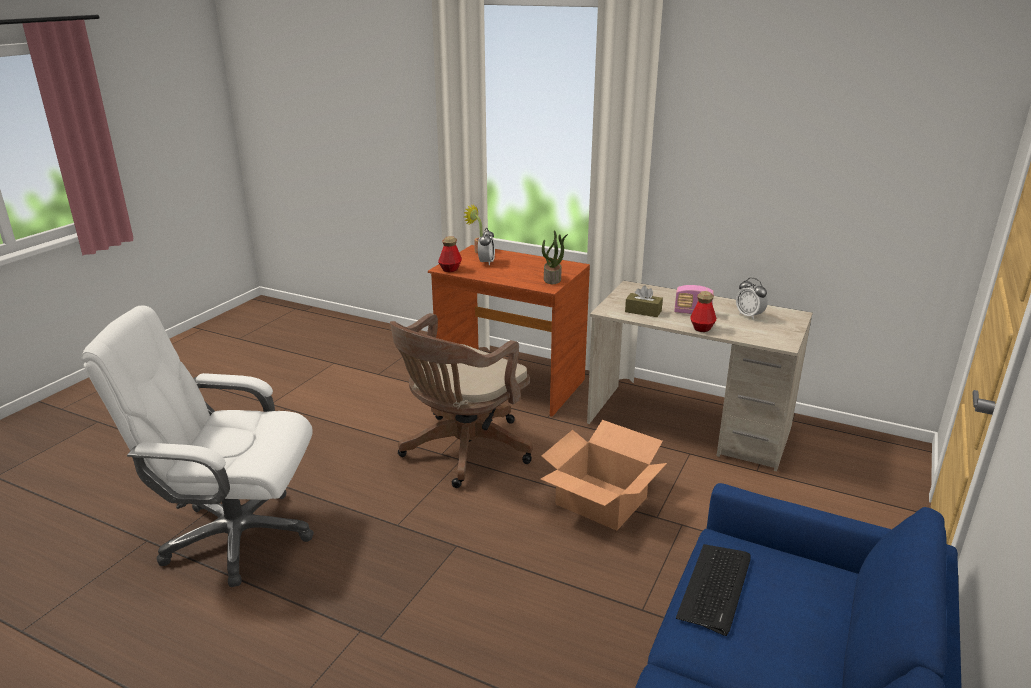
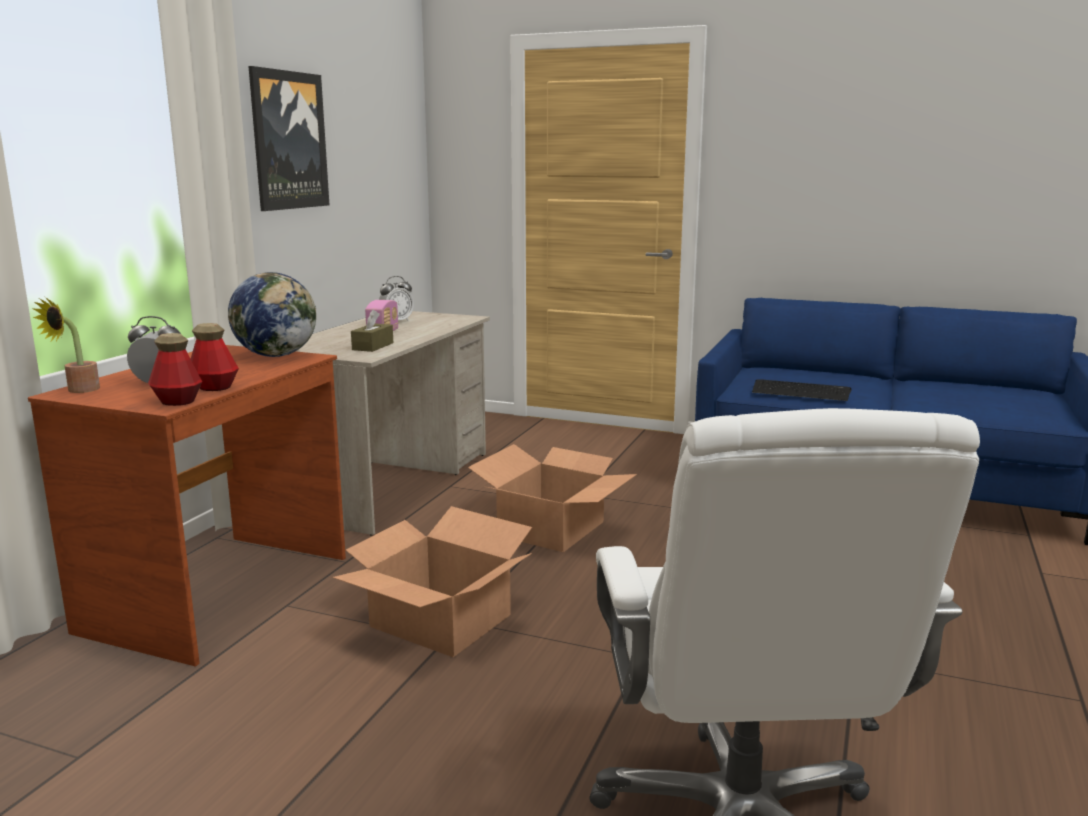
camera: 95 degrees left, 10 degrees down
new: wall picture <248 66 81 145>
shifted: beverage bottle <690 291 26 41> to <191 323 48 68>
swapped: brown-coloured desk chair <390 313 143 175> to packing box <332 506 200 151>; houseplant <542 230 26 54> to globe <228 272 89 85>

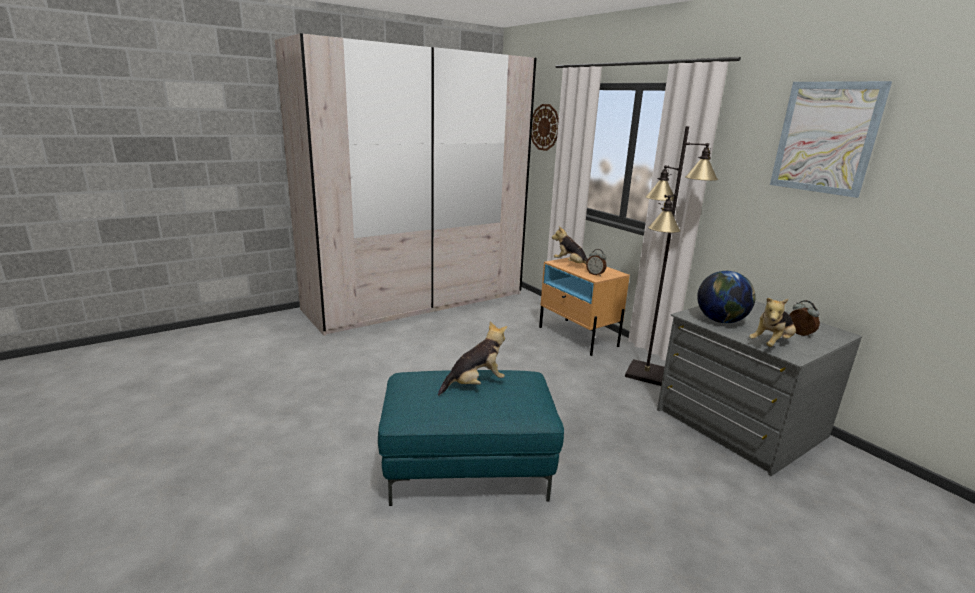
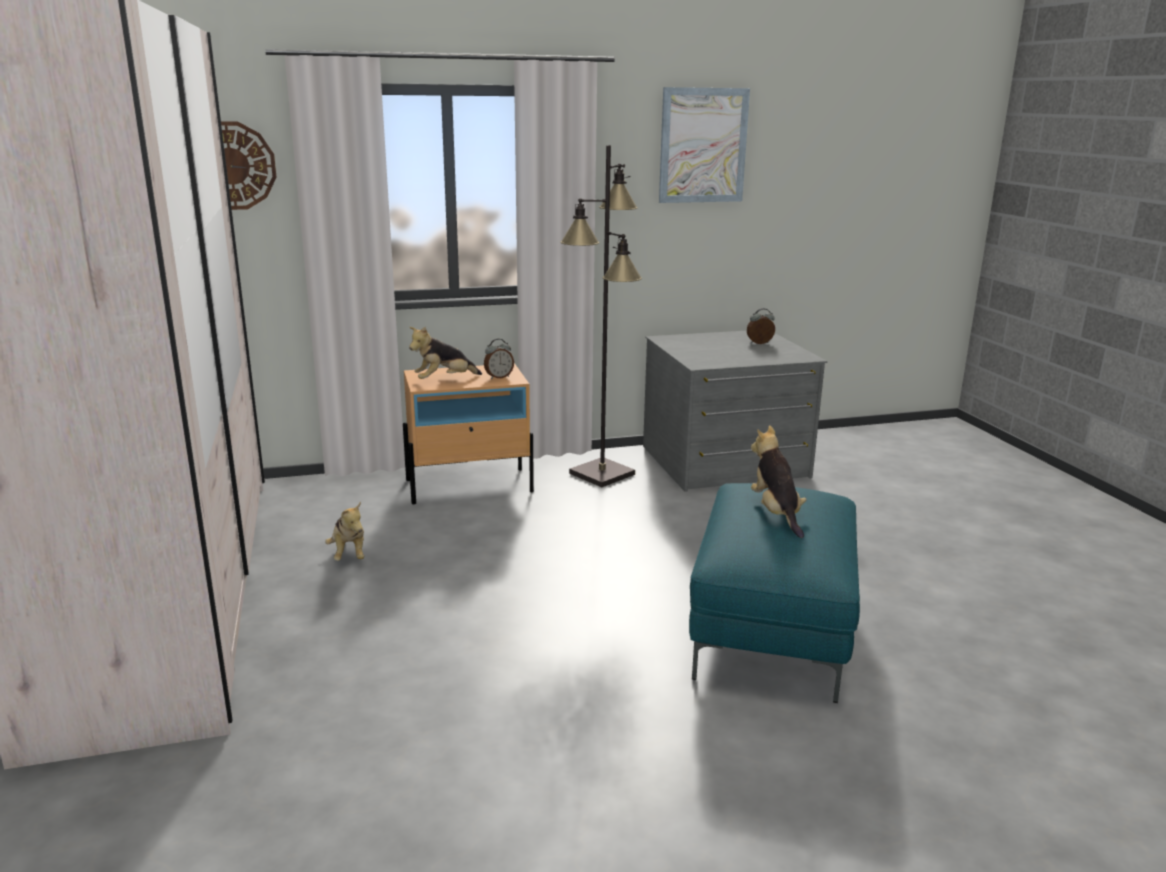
camera: 70 degrees left, 0 degrees up
gone: globe <697 271 59 52>
shifted: plush toy <749 298 47 49> to <325 501 39 60>

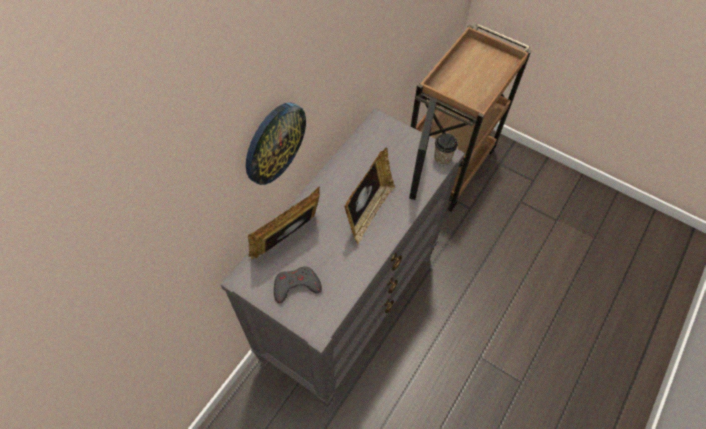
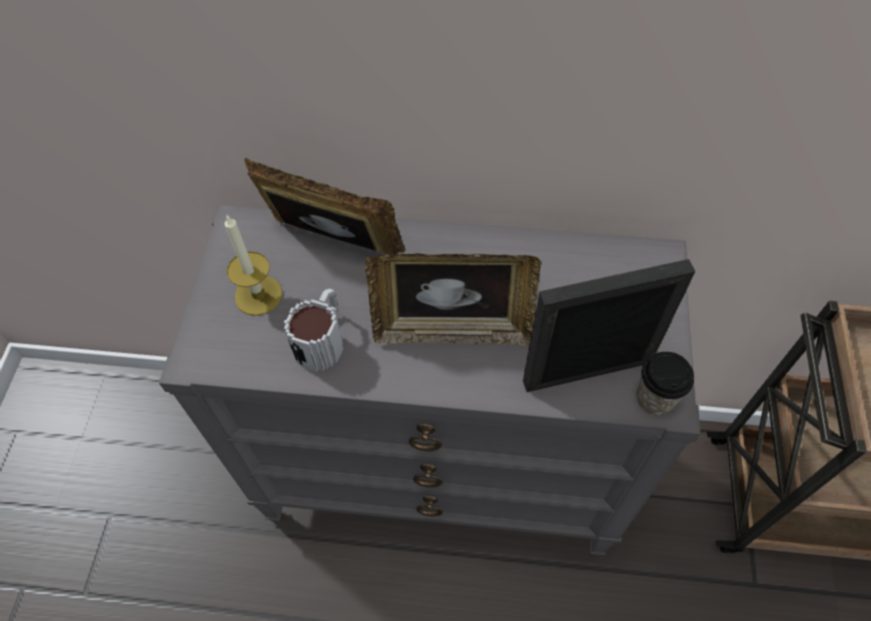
camera: 65 degrees right, 0 degrees up
gone: clock on the wall <246 102 60 83>
new: tea mug <284 289 59 83>
swapped: grey game controller <274 266 48 37> to wax light <225 215 57 101>

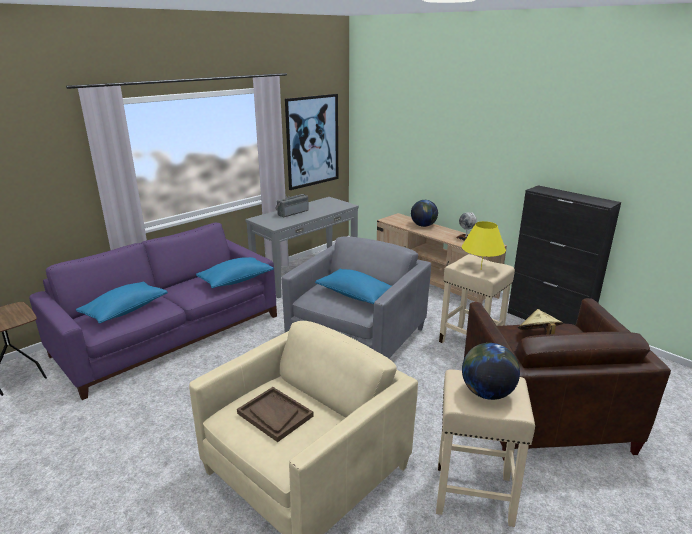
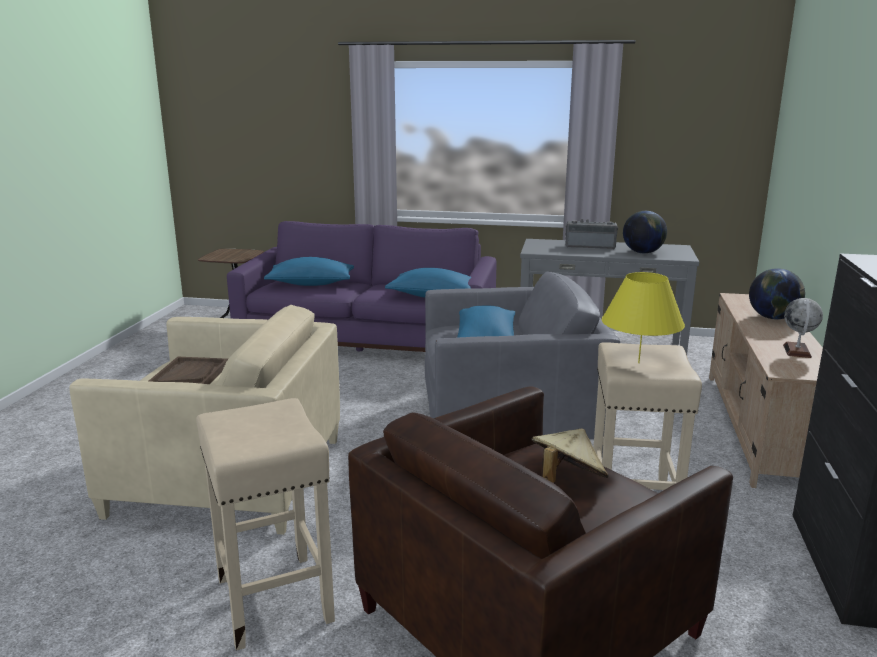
camera: 55 degrees right, 5 degrees down
gone: wall picture <285 94 53 96>
shifted: globe <462 343 58 57> to <623 211 44 42>

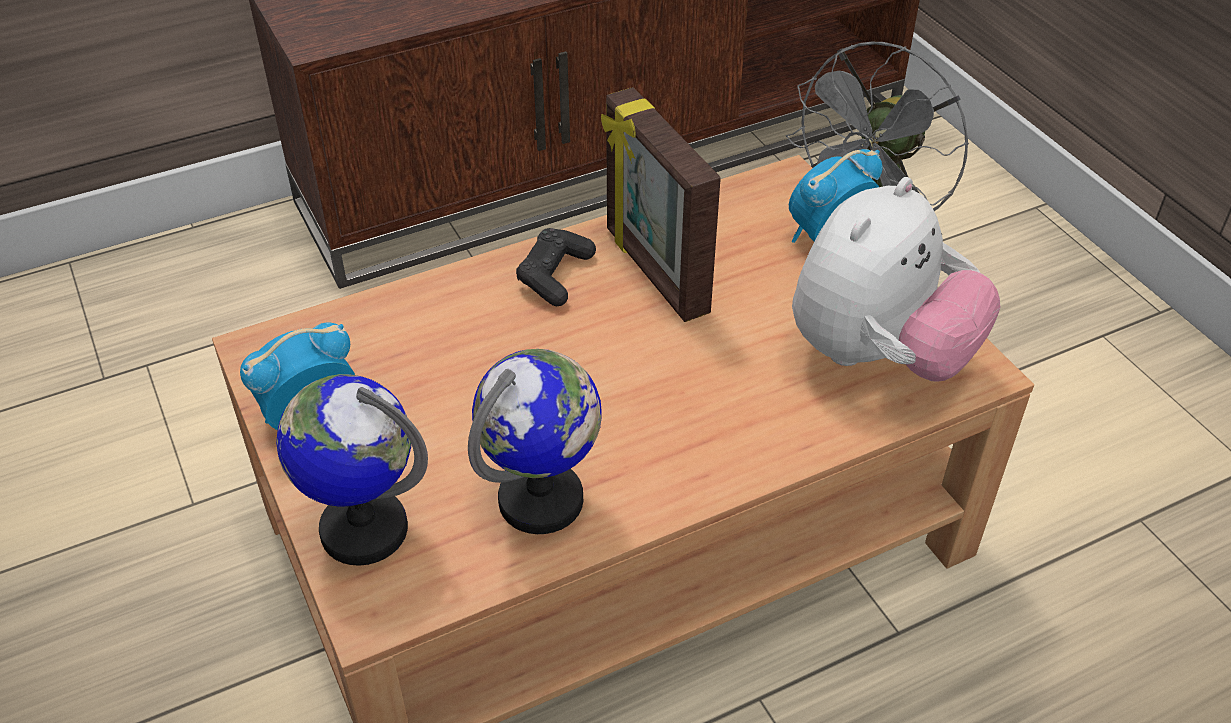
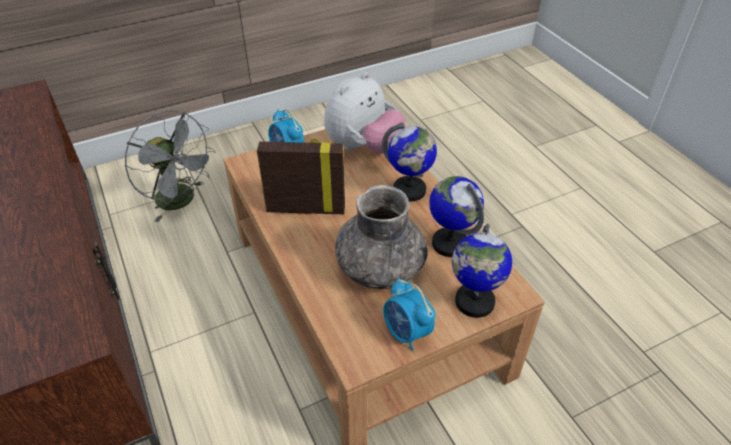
camera: 90 degrees left, 0 degrees up
gone: blackish game controller <516 228 80 78>
new: grey decorative vase <335 185 93 104>; globe <382 122 55 80>
rotated: standing frame <601 87 120 235> = <257 138 88 76> 150 degrees counterclockwise; plush toy <792 177 208 204> = <324 72 82 82> 90 degrees clockwise

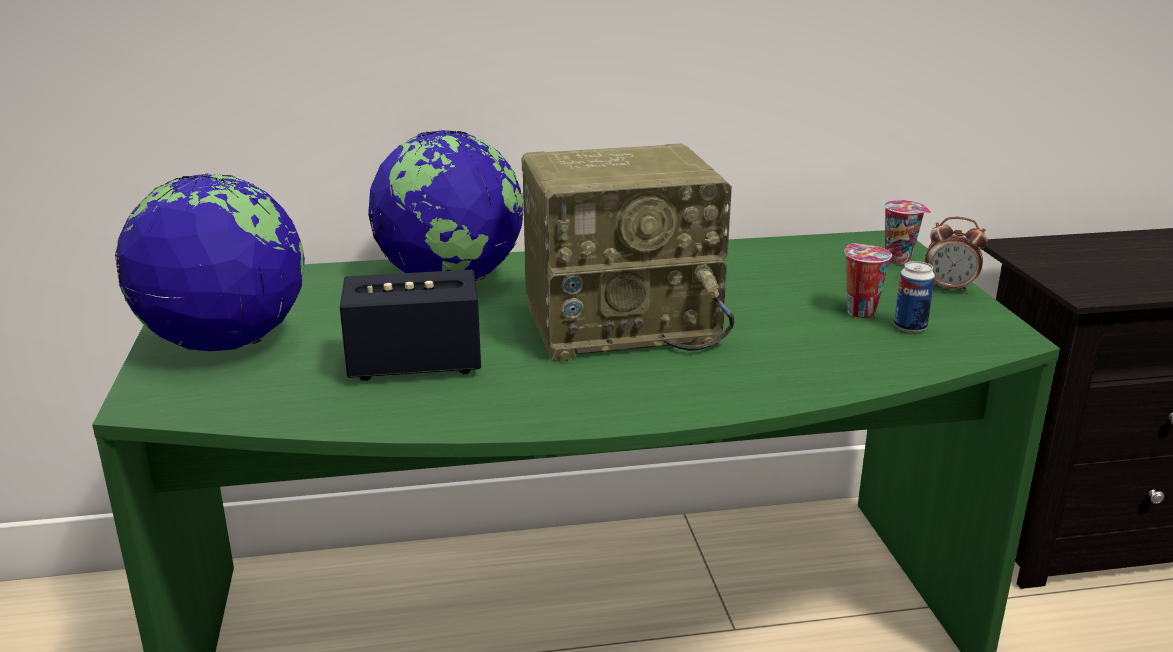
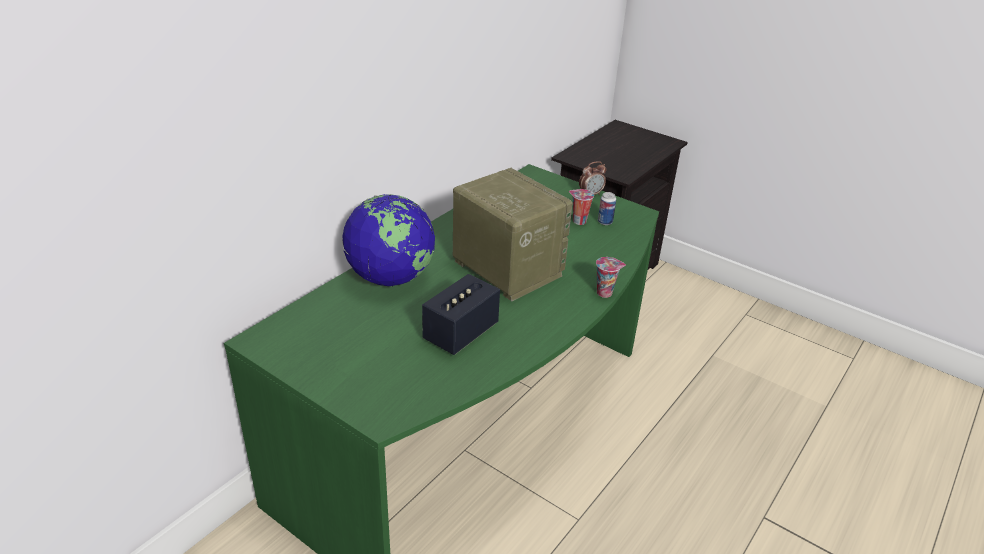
camera: 45 degrees left, 10 degrees up
gone: globe <115 173 190 178>
shifted: small cup <884 200 47 65> to <596 257 30 41>
rotated: radio <522 144 212 217> = <453 168 119 133> 75 degrees counterclockwise

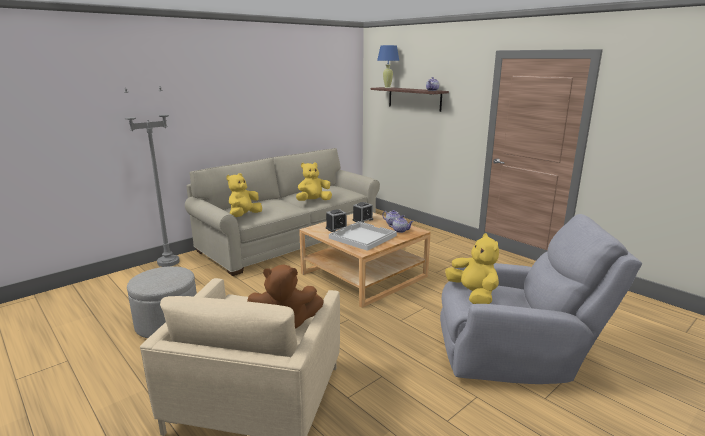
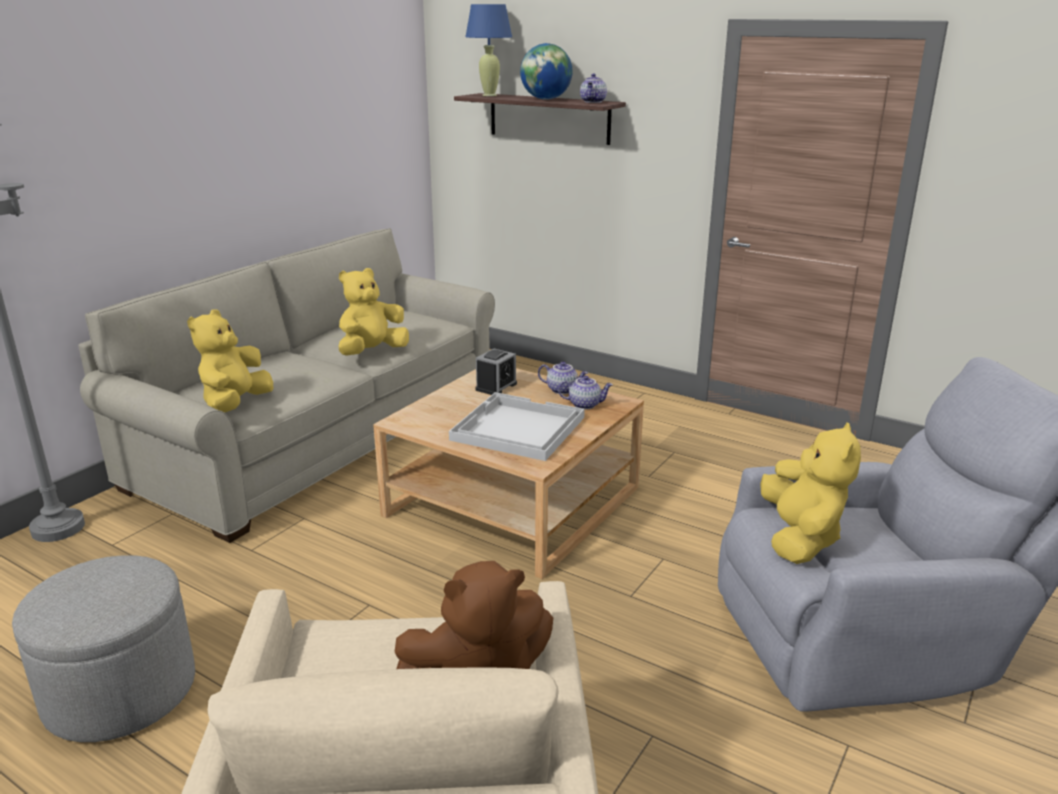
camera: 15 degrees left, 5 degrees up
gone: table clock <326 209 21 23>
new: globe <520 43 53 57>
rotated: yellowish plush toy <445 233 54 71> = <760 422 101 142> 45 degrees clockwise

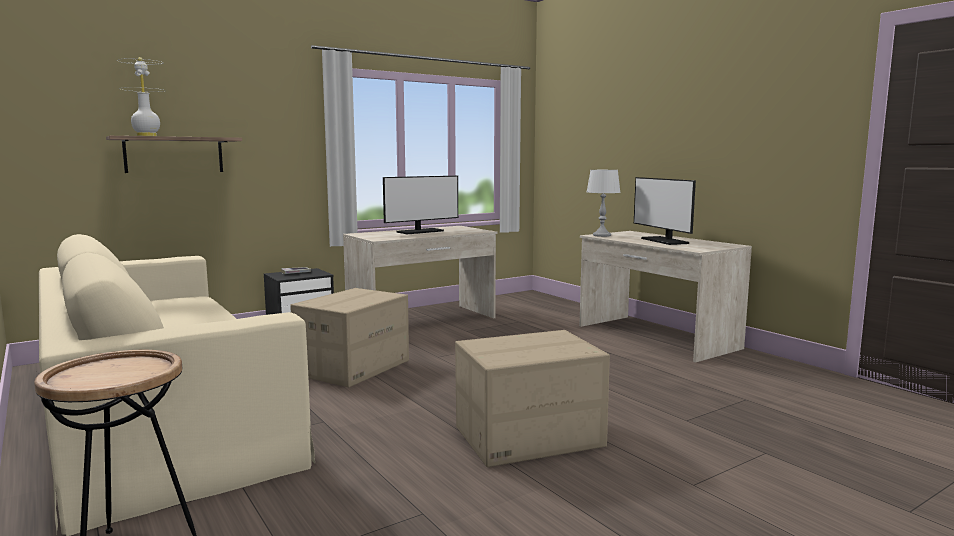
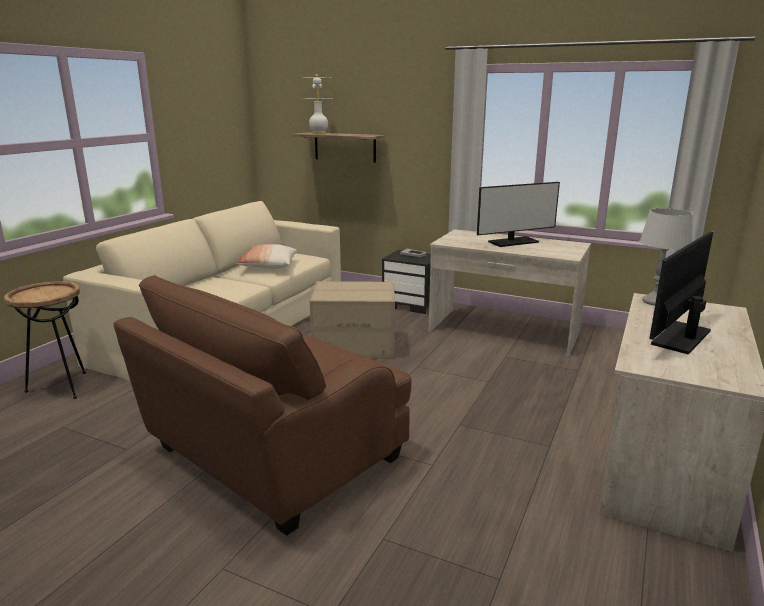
camera: 60 degrees right, 10 degrees up
new: cushion <235 244 62 25>
swapped: packing box <455 330 155 137> to brown-coloured armchair <113 275 299 261>
rotated: computer display <383 176 75 58> = <477 182 83 65> 45 degrees counterclockwise

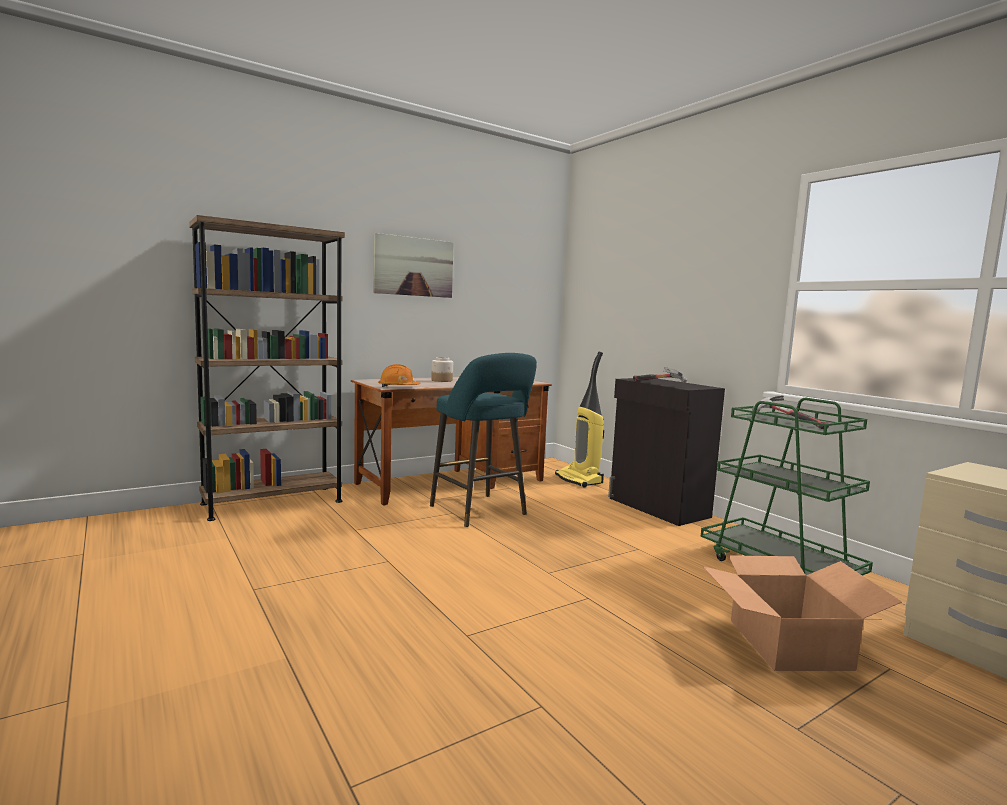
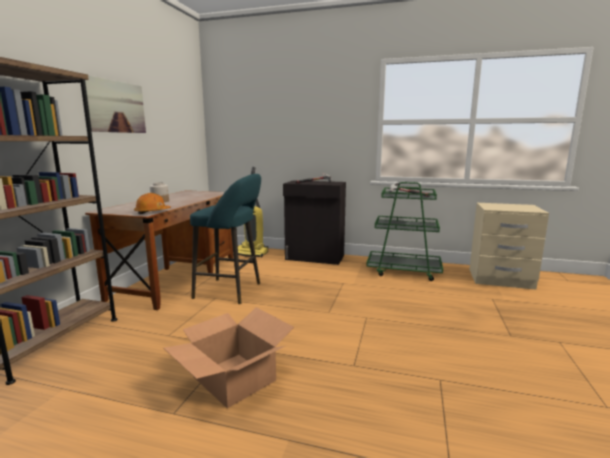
camera: 40 degrees left, 5 degrees up
shifted: packing box <702 555 200 116> to <164 307 130 101>

